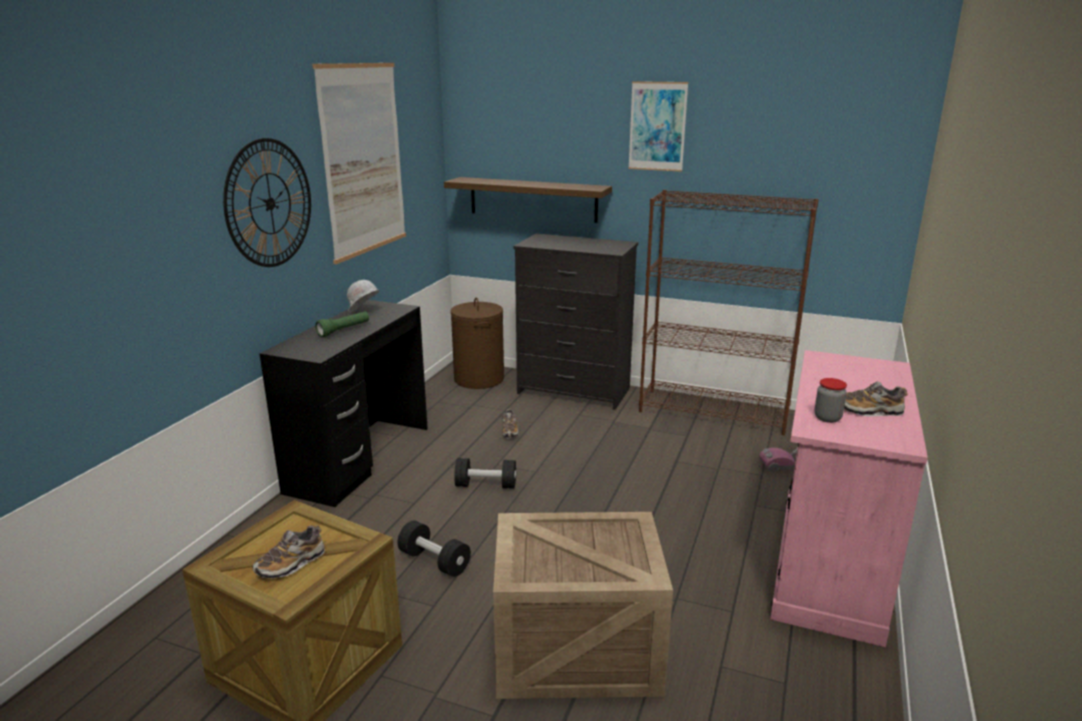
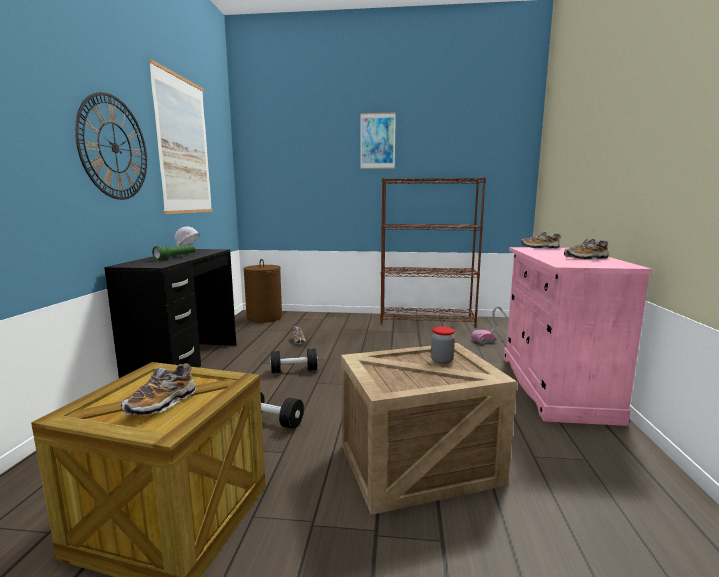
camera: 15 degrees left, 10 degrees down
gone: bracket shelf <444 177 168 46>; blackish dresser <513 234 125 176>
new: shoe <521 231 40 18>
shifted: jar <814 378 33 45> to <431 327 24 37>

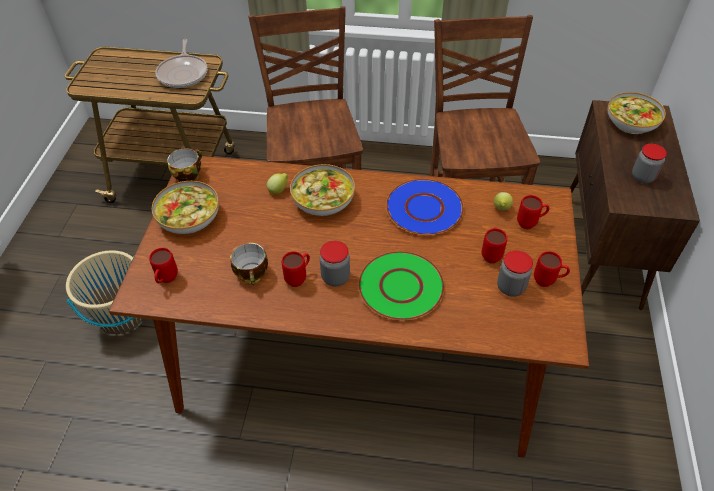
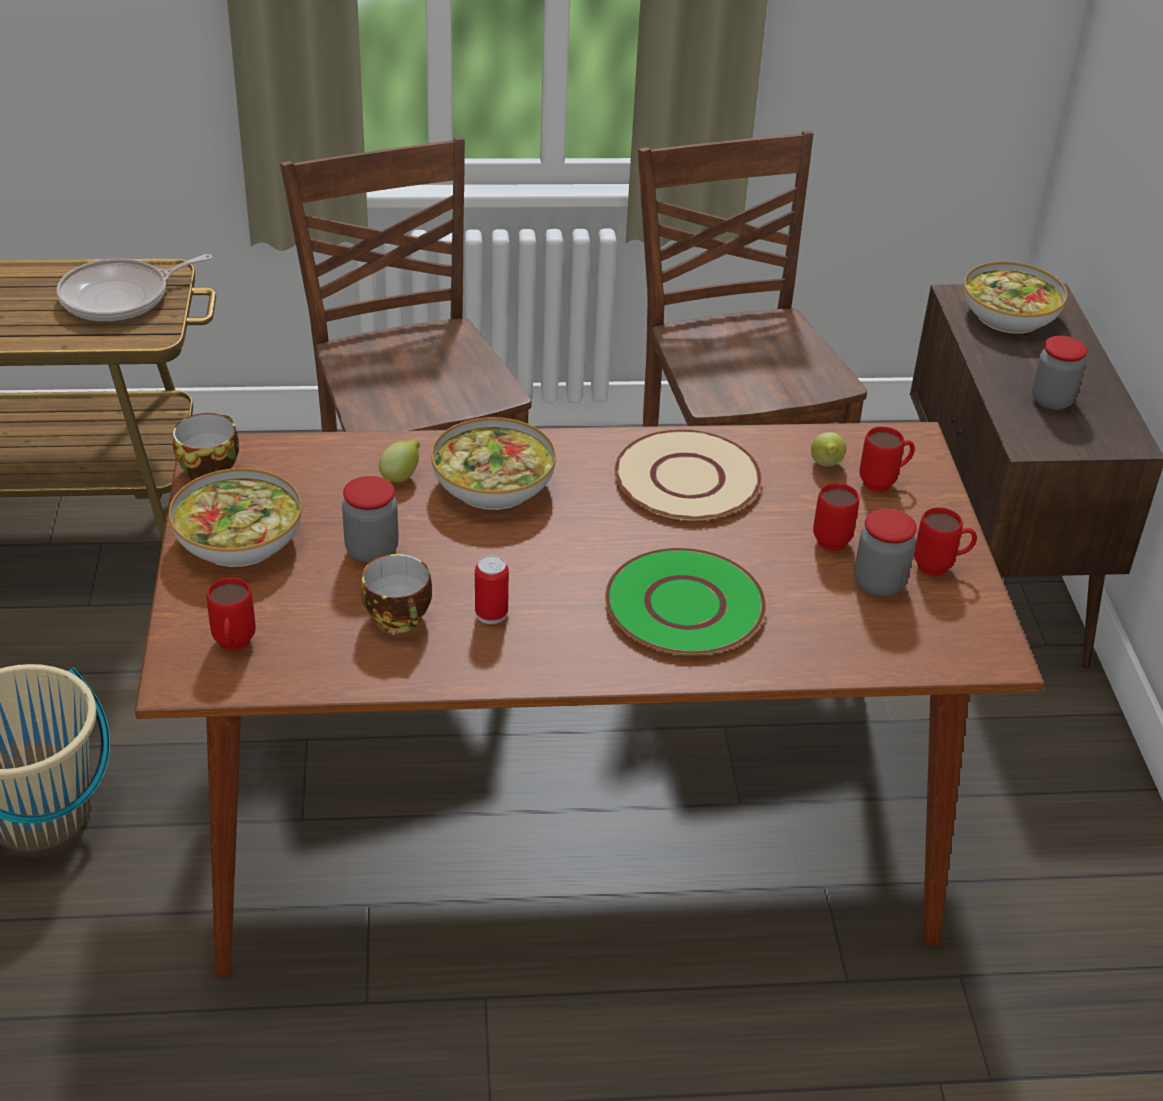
camera: 15 degrees left, 10 degrees down
shifted: jar <320 241 30 45> to <342 476 57 88>
swapped: red-coloured tea mug <282 251 28 36> to can <475 555 34 69>
repainted: blue-coloured flat dish <386 179 78 56> to beige-coloured flat dish <615 429 147 91>
rotated: skillet <155 39 52 49> = <56 254 156 68> 75 degrees clockwise

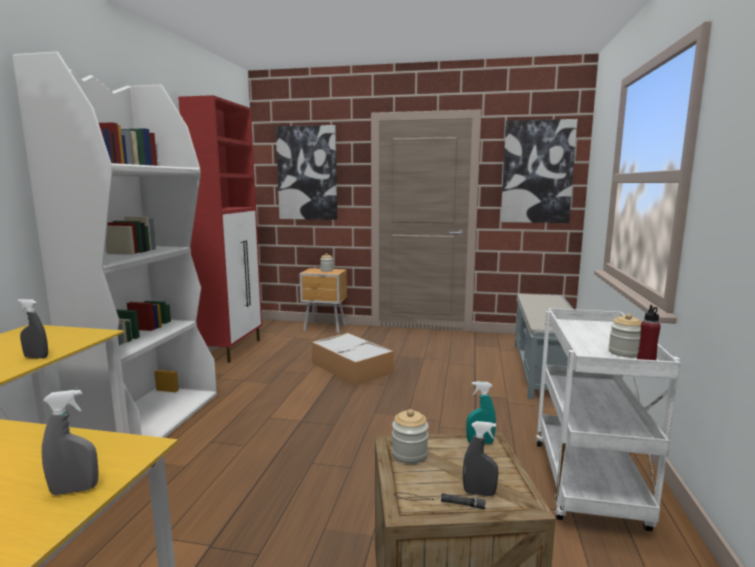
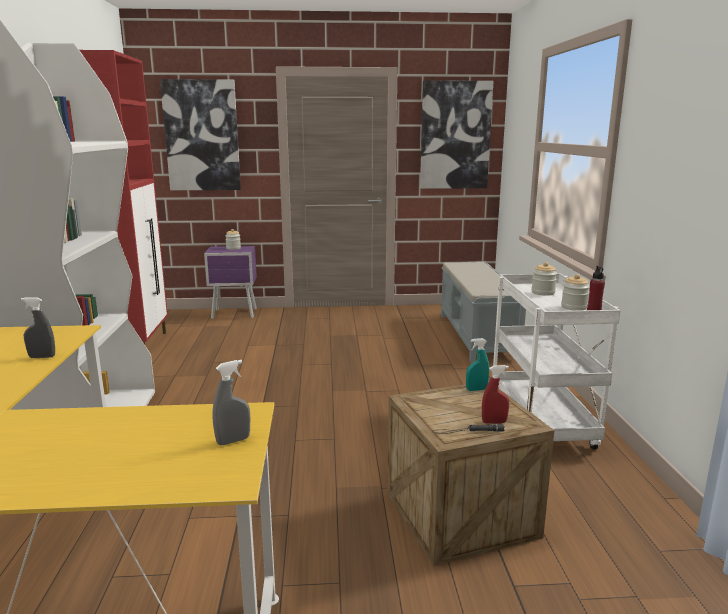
camera: 15 degrees left, 5 degrees up
gone: storage container <311 333 83 53>
shifted: jar <392 409 37 55> to <531 262 26 34>
repainted: brown-coloured nightstand <299 268 48 65> to purple nightstand <204 246 53 73>; grey sprayer <463 421 35 75> to red-coloured sprayer <482 365 27 58>

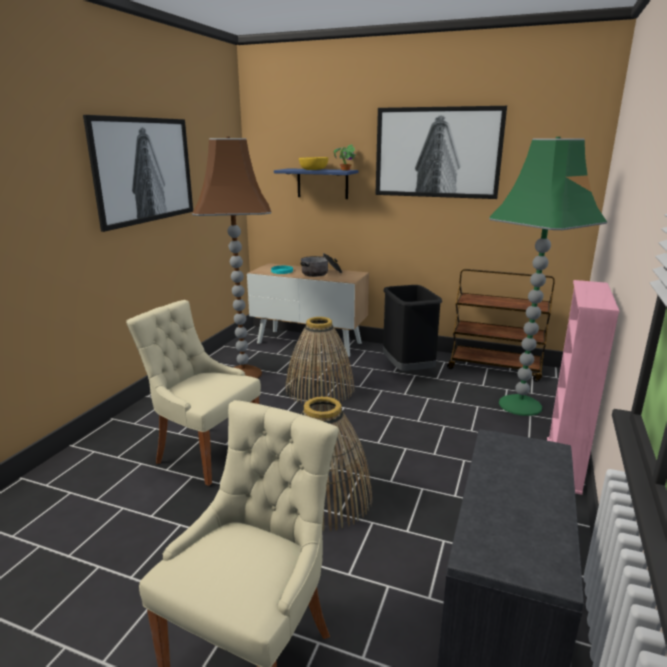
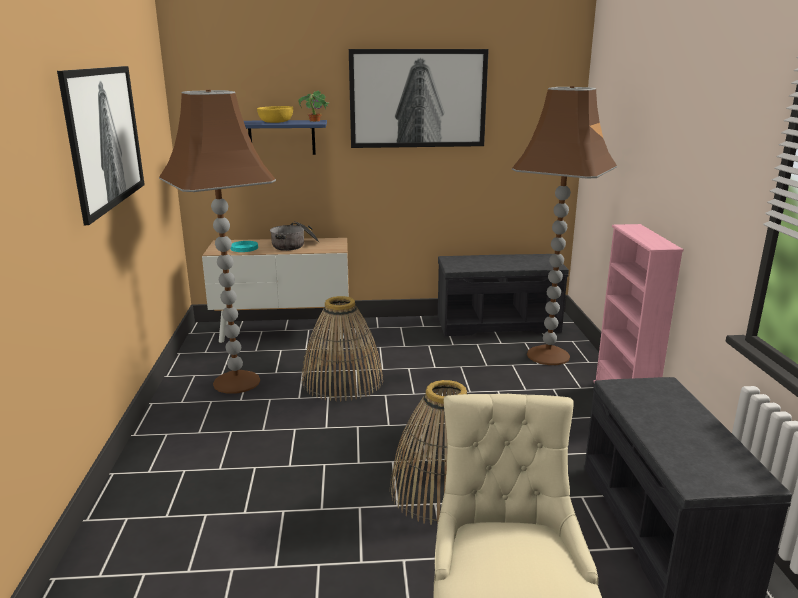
camera: 25 degrees left, 0 degrees up
gone: beige-coloured plain chair <126 300 135 186>; blackish trash can <383 285 59 86>
swapped: brown-coloured wheeled cart <447 269 108 113> to grey bench <438 254 131 82>
repainted: green-coloured standing lamp <489 137 118 279> to brown-coloured standing lamp <512 86 105 279>

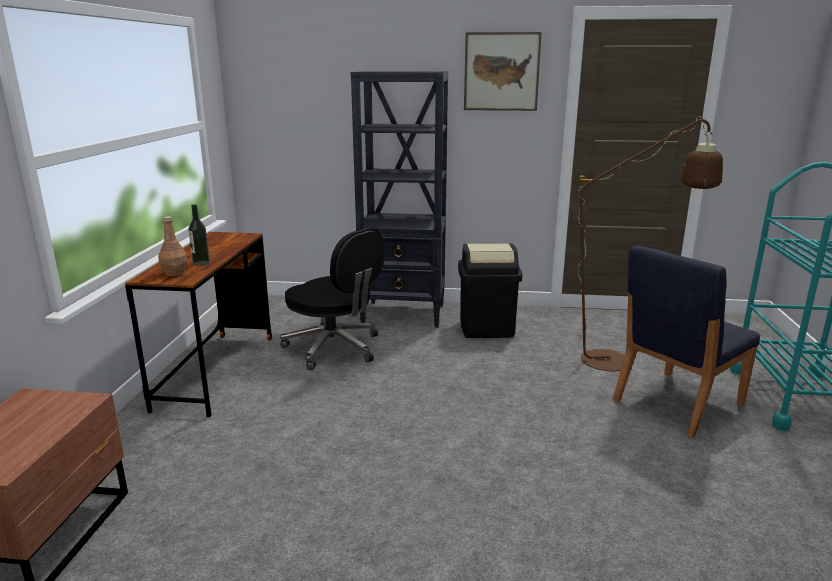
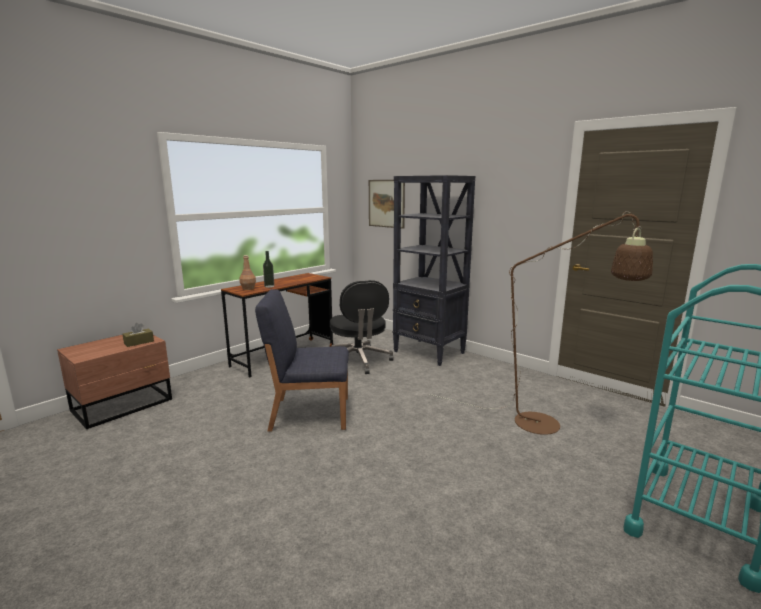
camera: 35 degrees right, 5 degrees down
gone: blackish trash can <458 243 64 95>
new: brown-coloured tissue holder <123 323 31 24>
shifted: wall picture <464 32 78 79> to <369 180 36 49>; blue-coloured plain chair <613 246 147 192> to <255 289 94 142>

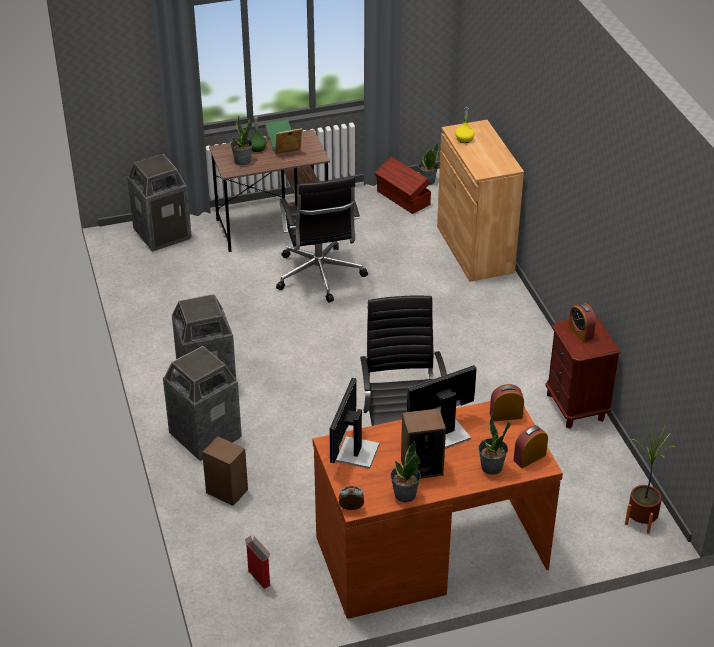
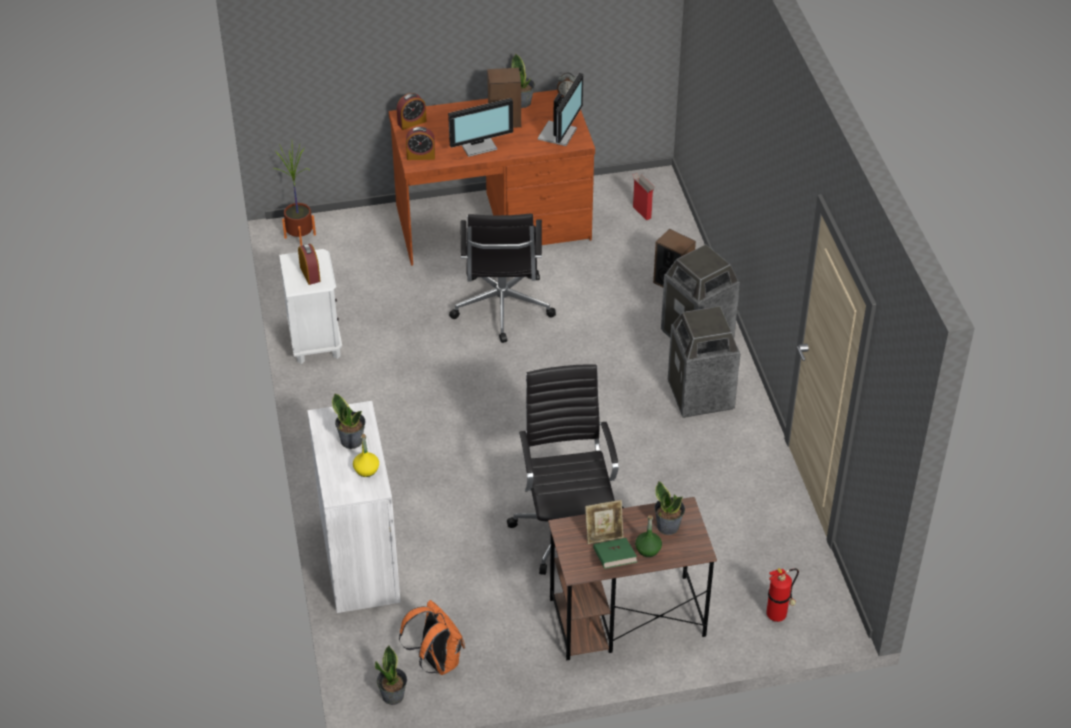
camera: 175 degrees left, 5 degrees up
shifted: houseplant <478 412 33 63> to <332 393 33 56>
swapped: trash can <127 154 65 98> to fire extinguisher <766 568 33 54>; brown-coloured storage container <375 156 56 58> to orange-coloured rucksack <399 600 66 75>
repainted: brown-coloured cupboard <437 120 87 162> to whitish cupboard <307 401 94 212>; brown-coloured nightstand <545 314 75 115> to whitish nightstand <279 249 63 115>

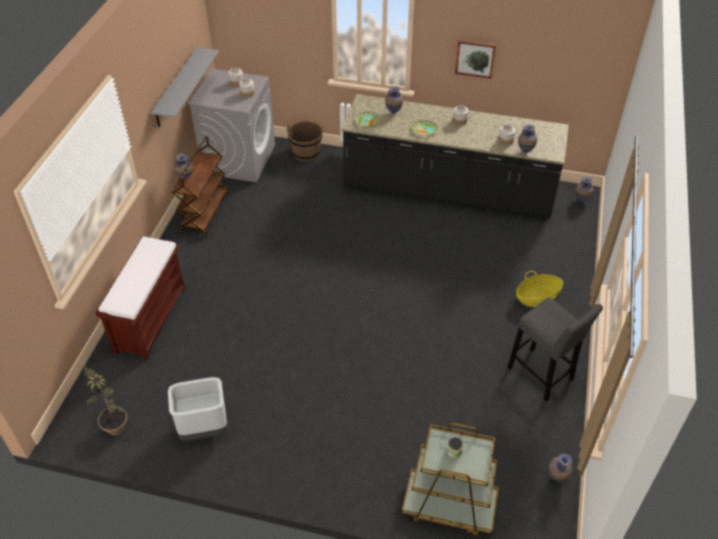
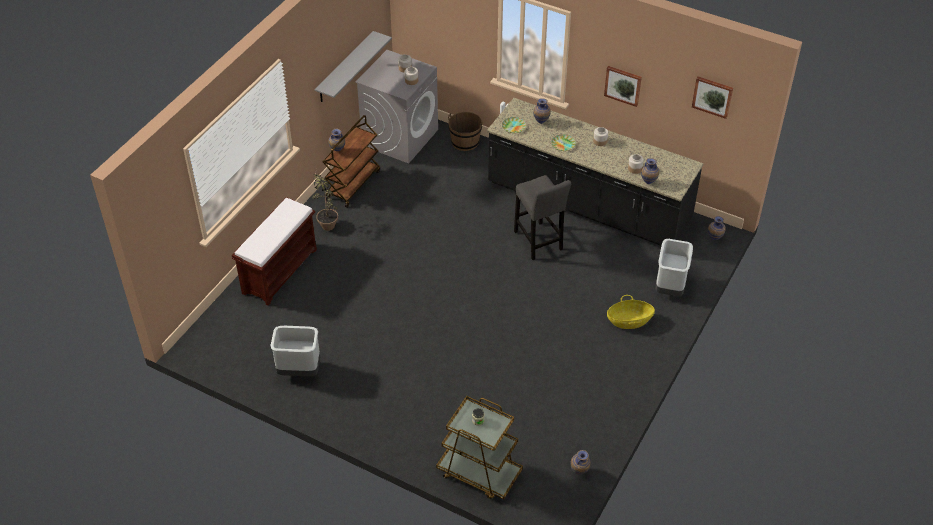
camera: 15 degrees right, 0 degrees up
new: grey trash can <656 239 37 57>; wall picture <692 76 41 43>
shifted: houseplant <82 363 45 73> to <312 169 26 62>; grey stool seat <508 298 95 104> to <514 175 57 85>

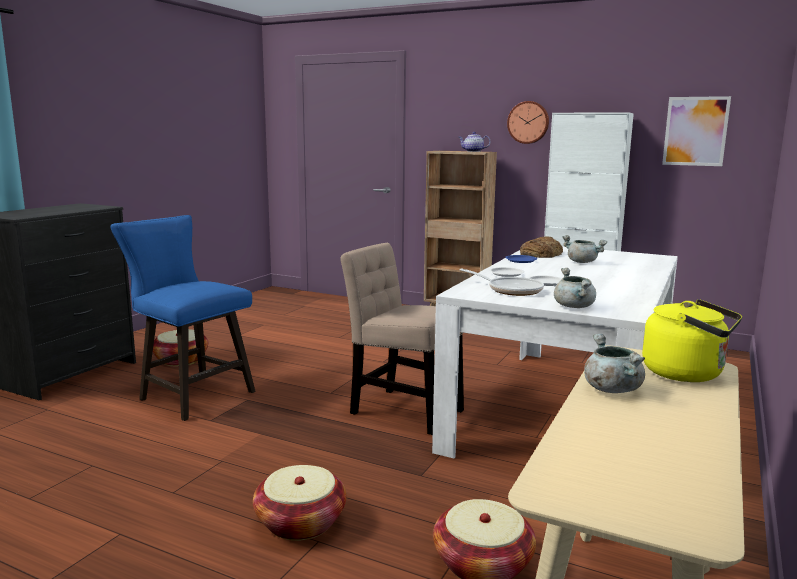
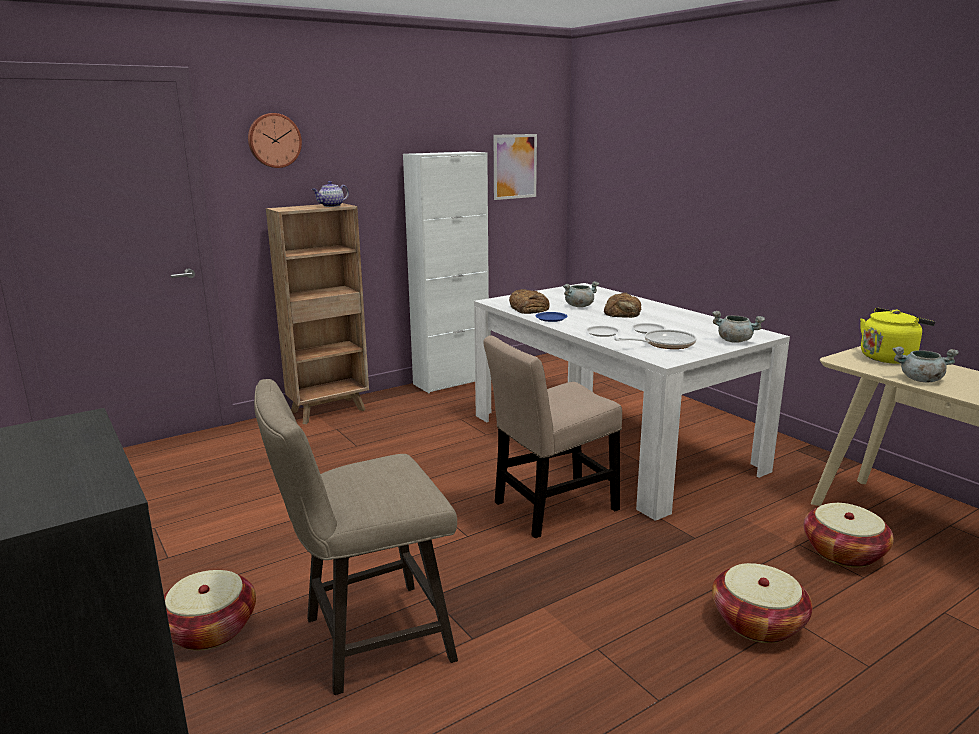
camera: 60 degrees left, 5 degrees up
new: bakery bread <604 293 37 25>
shifted: clock on the wall <507 101 42 43> to <248 113 54 55>
repainted: blue-coloured stool seat <111 215 144 206> to beige-coloured stool seat <254 379 204 316>

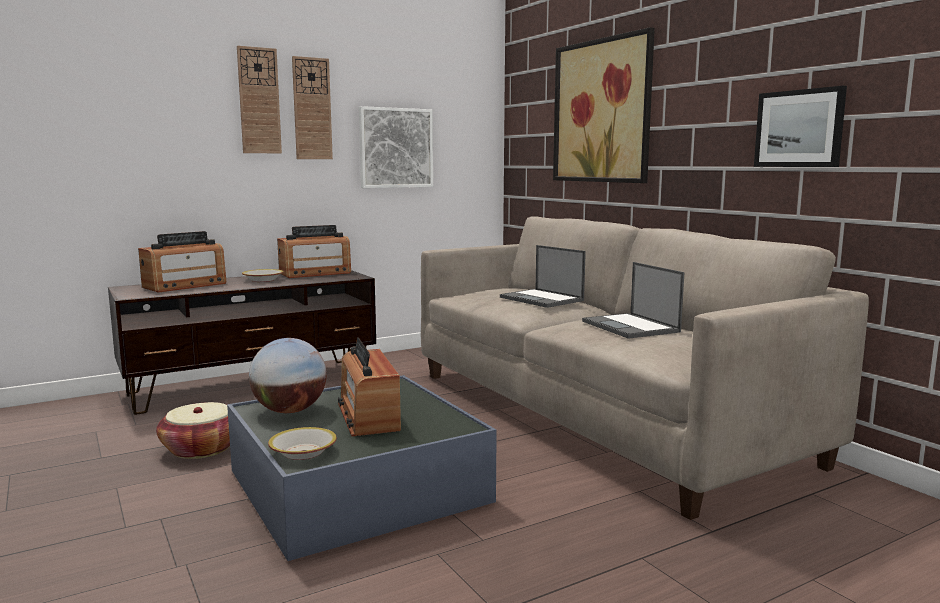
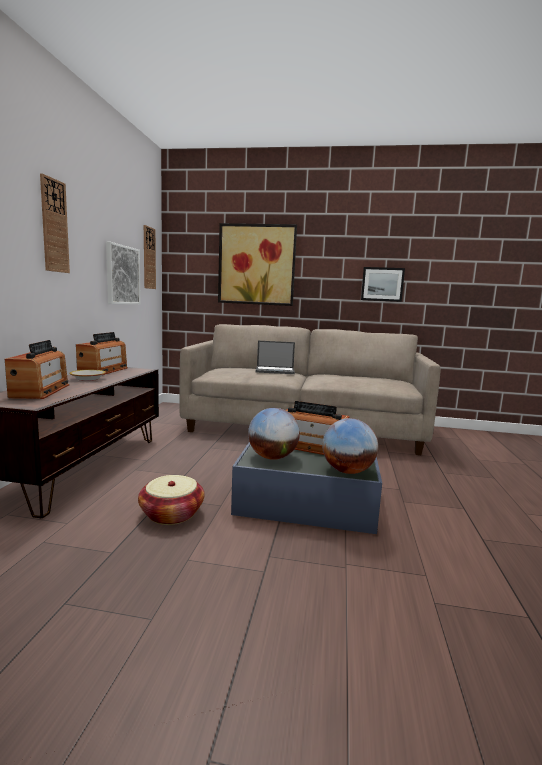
camera: 50 degrees left, 0 degrees up
gone: laptop <582 262 102 77>
shifted: clock on the wall <292 56 41 103> to <144 225 12 64>
swapped: serving bowl <268 427 69 33> to globe <322 418 56 56>

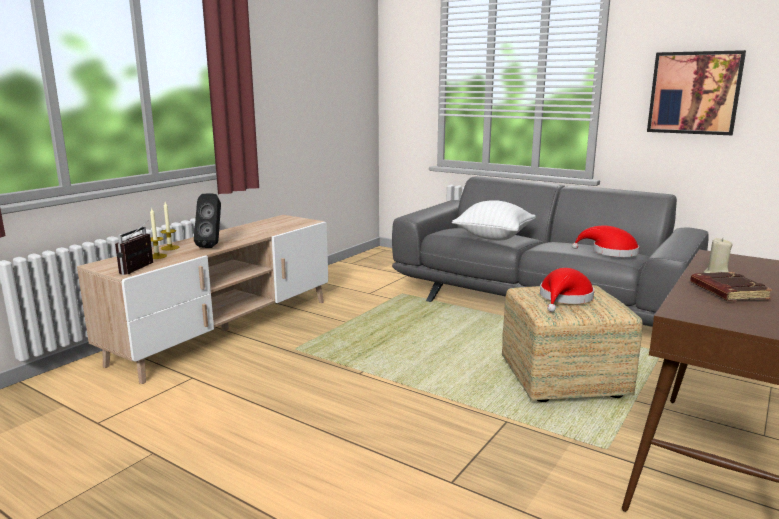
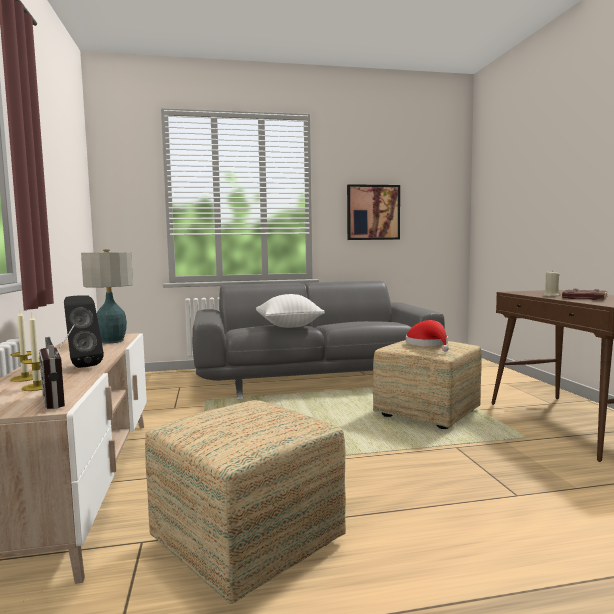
camera: 45 degrees left, 10 degrees down
gone: red-coloured wearable hat <572 226 67 31>
new: tabletop lamp <81 249 52 95>; pouffe <145 400 201 204>

